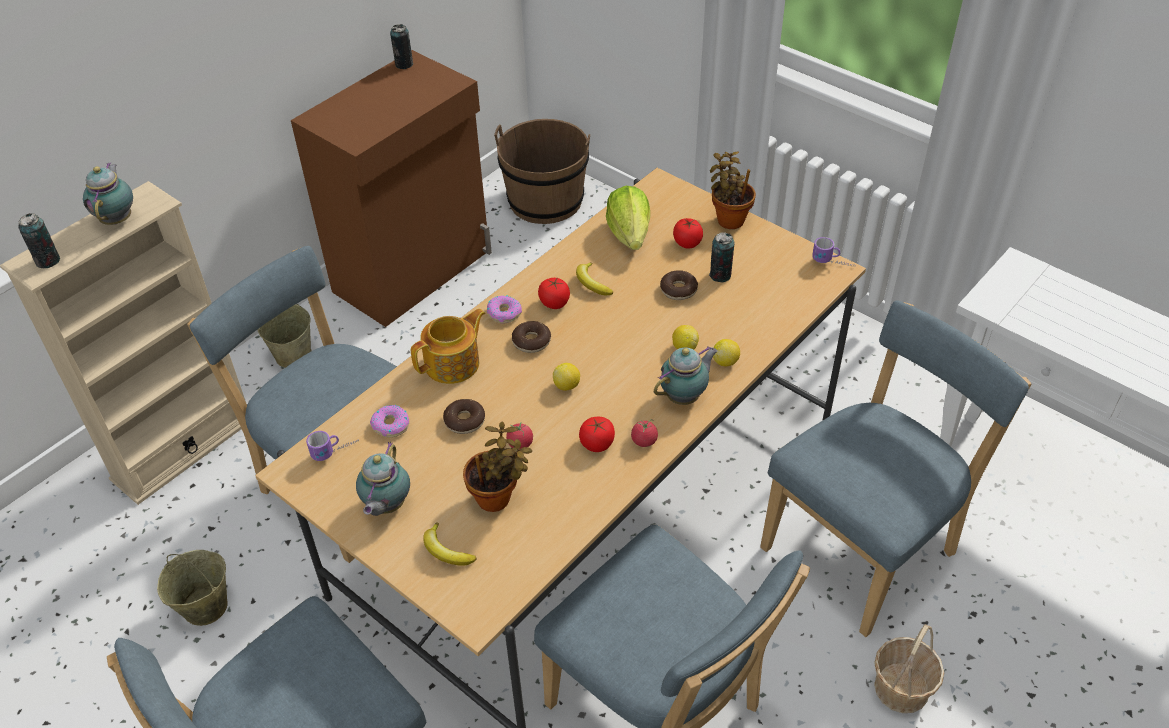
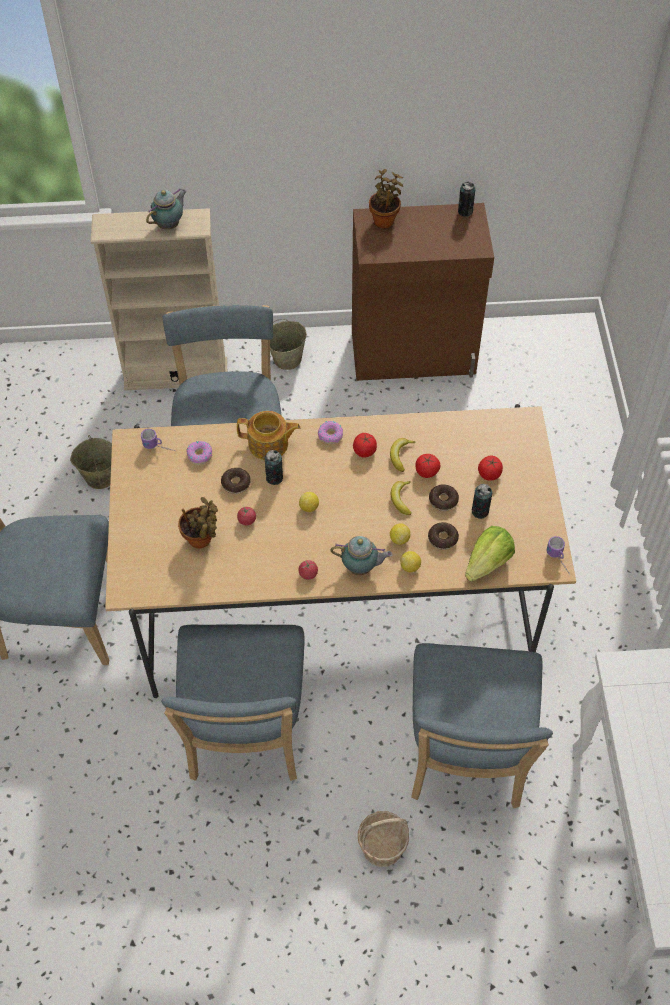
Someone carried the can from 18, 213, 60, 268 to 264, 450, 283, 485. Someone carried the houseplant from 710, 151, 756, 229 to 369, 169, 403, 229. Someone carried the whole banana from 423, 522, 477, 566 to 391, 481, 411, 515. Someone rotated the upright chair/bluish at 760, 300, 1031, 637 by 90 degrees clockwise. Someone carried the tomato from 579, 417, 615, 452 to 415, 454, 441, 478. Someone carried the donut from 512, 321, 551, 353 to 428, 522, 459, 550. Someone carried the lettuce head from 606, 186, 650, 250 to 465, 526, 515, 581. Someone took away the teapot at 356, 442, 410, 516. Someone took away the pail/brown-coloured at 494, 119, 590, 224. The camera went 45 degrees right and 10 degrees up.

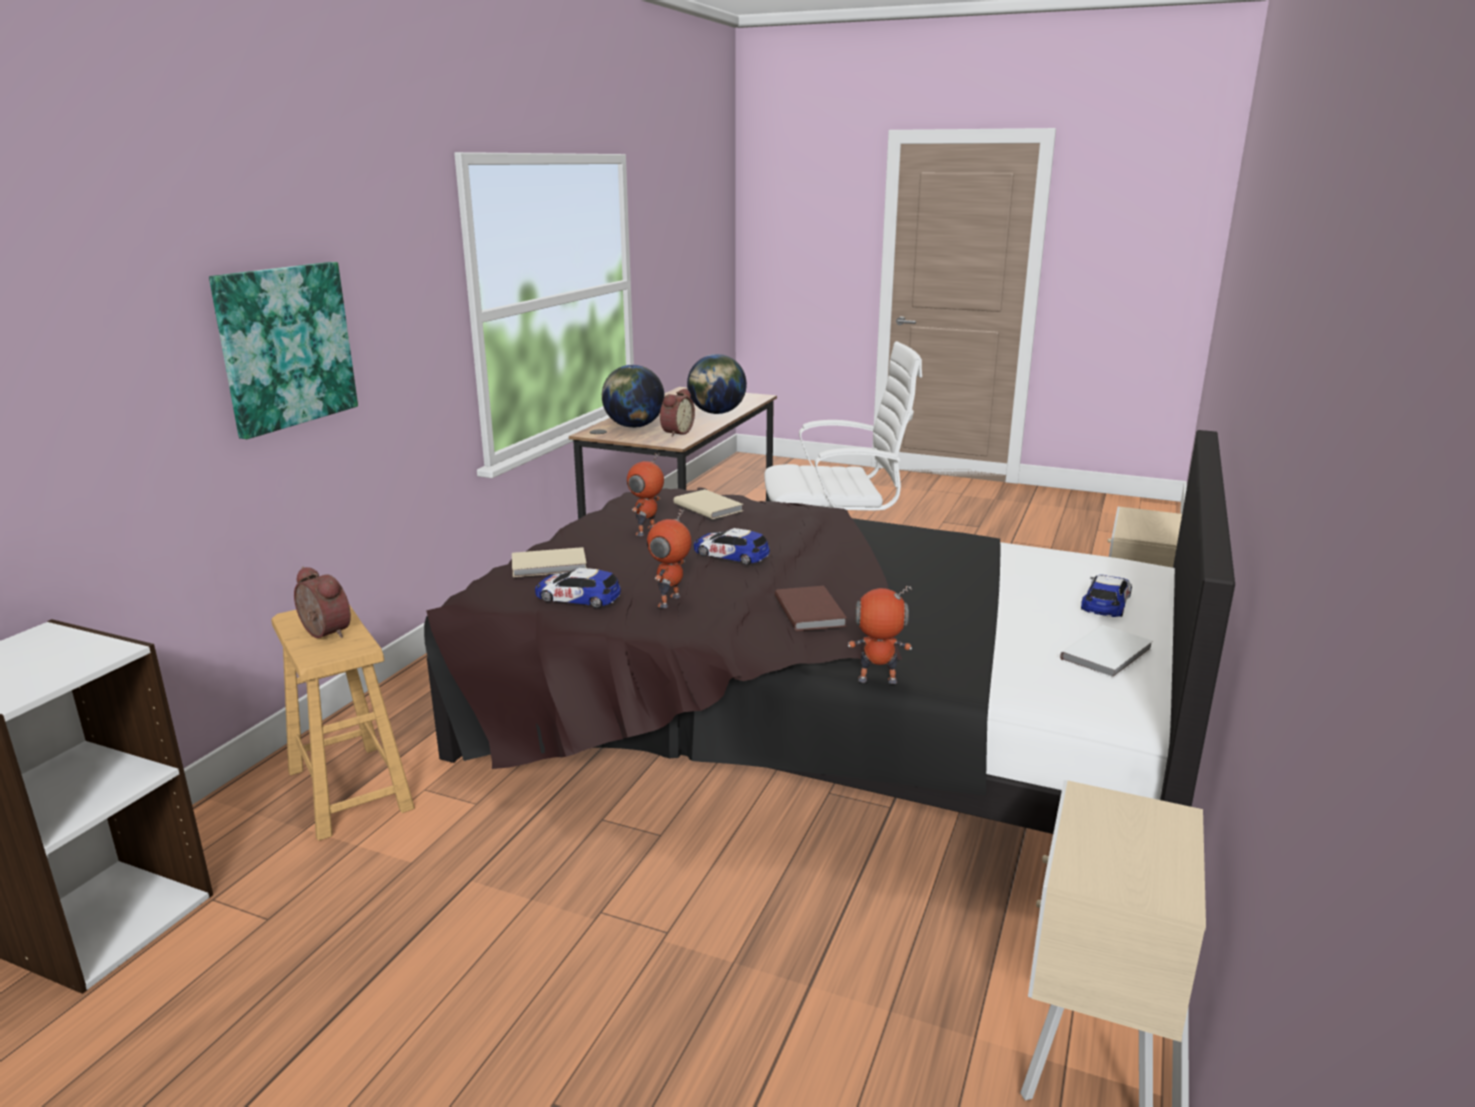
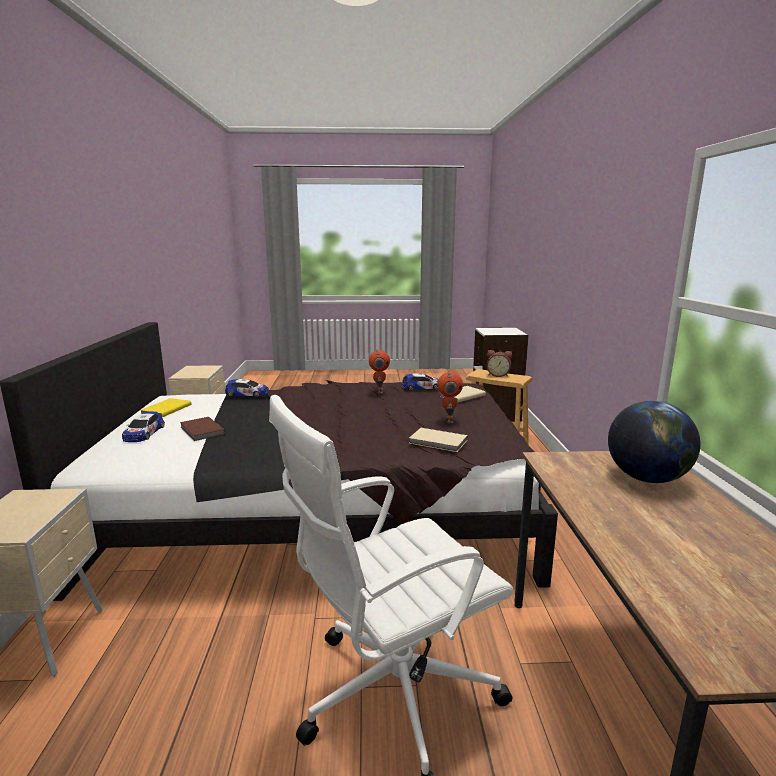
Someone repainted the book/whitish at 1060, 625, 1153, 679, which became the book/yellowish at 141, 398, 191, 417. Someone carried the book/brown-coloured from 775, 586, 847, 631 to 180, 417, 225, 441. Someone carried the model car from 694, 528, 770, 565 to 225, 379, 269, 397. Someone took away the wall art at 209, 262, 358, 439. Someone took away the table clock at 660, 388, 695, 437. Someone took away the world globe at 687, 354, 747, 414. Someone took away the model robot at 848, 586, 912, 684. The camera went 155 degrees right and 5 degrees down.

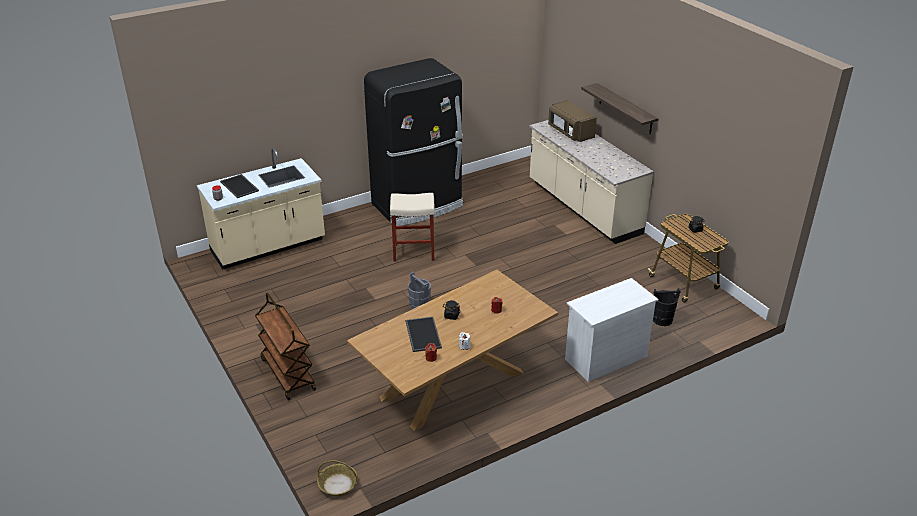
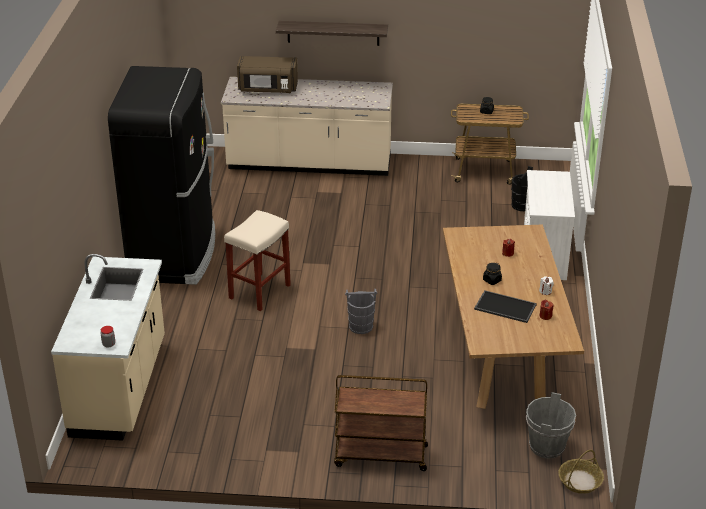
Someone put down the pail/gray at 526, 392, 576, 459. Someone took away the carrying tray at 220, 174, 259, 198. The camera went 55 degrees left and 0 degrees up.

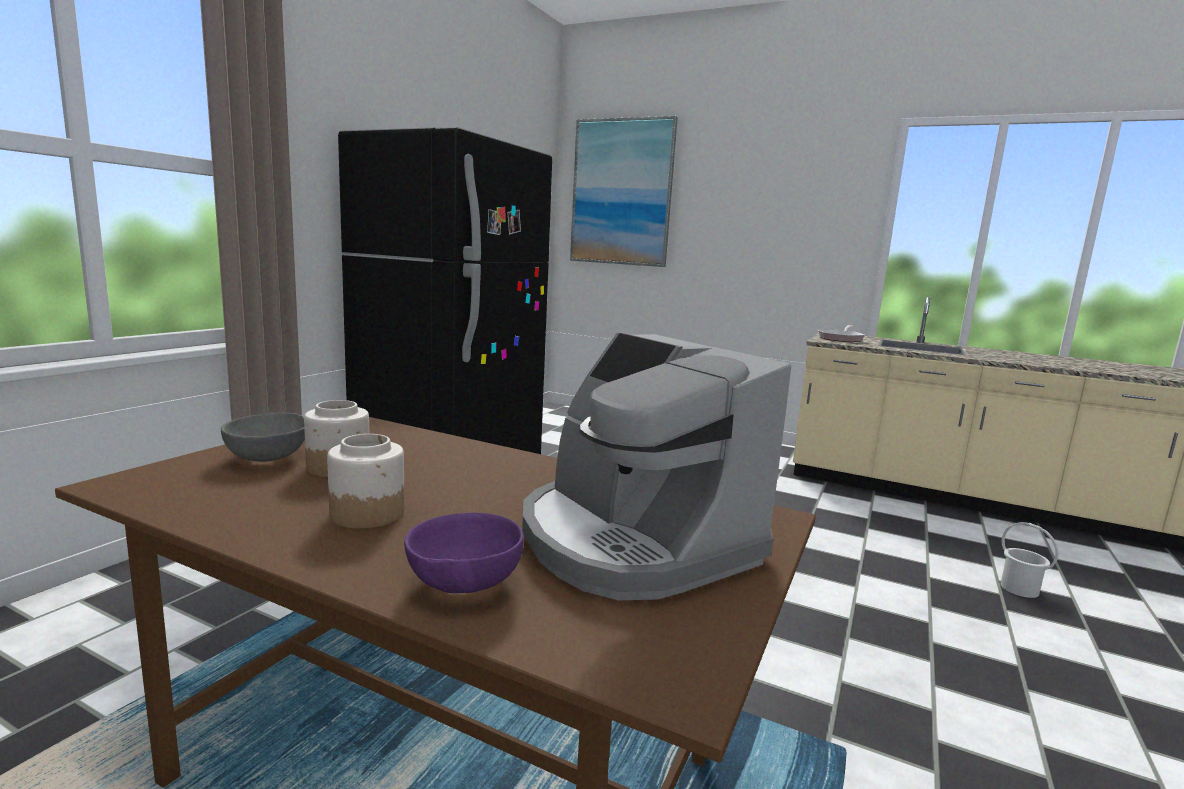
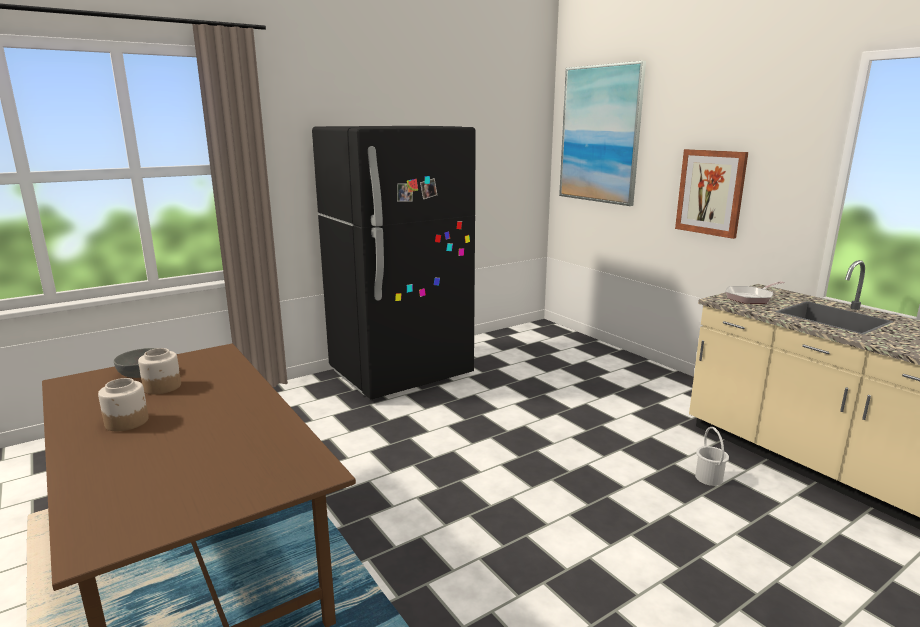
Someone put up the wall art at 675, 149, 748, 239. Someone carried the pail/whitish from 1000, 522, 1059, 598 to 695, 427, 729, 486. Someone took away the deep dish/purplish at 404, 513, 524, 593. Someone took away the coffee machine at 522, 332, 791, 600. The camera went 30 degrees right and 5 degrees up.

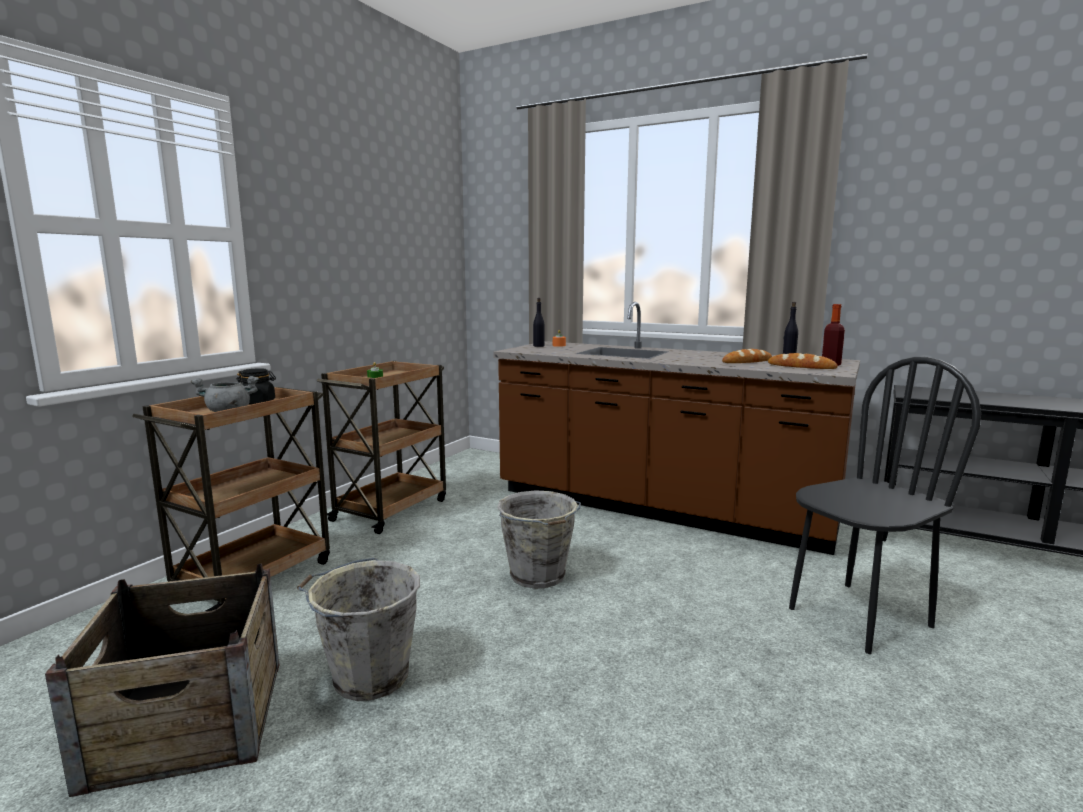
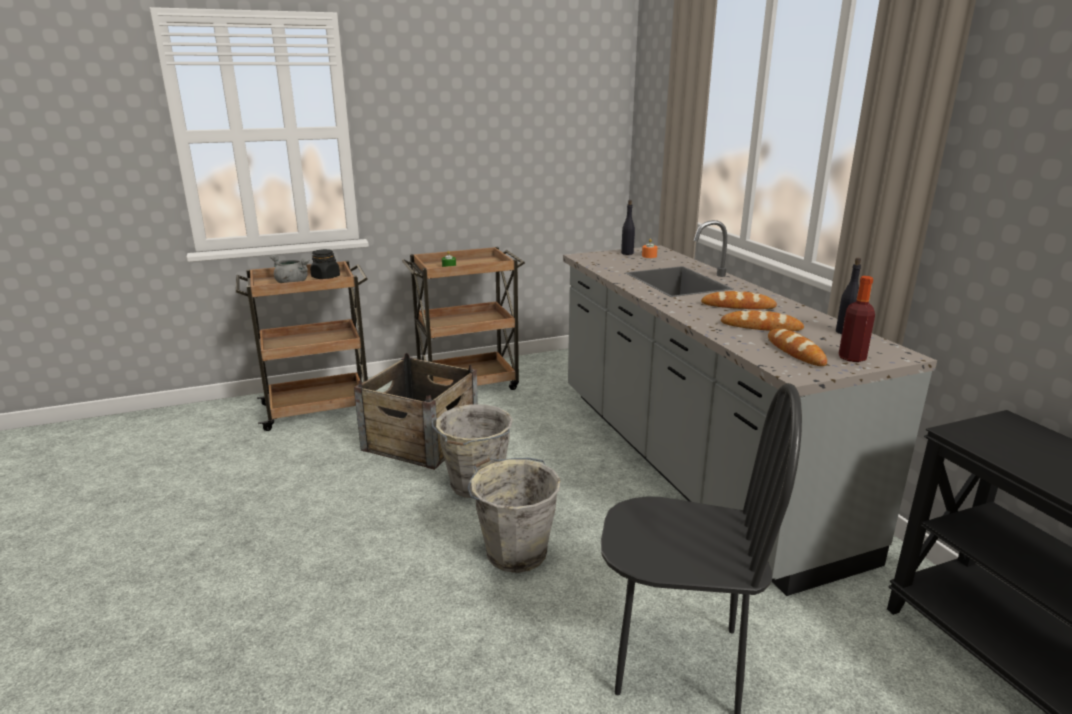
Someone carried the crate from 45, 564, 280, 797 to 354, 353, 478, 470. Someone carried the pail/gray from 297, 558, 420, 701 to 468, 458, 561, 573. Someone repainted the counter/brown-coloured at 493, 302, 860, 555, which became the counter/gray at 563, 220, 937, 596. Someone put down the baked bread at 701, 291, 777, 309. The camera went 40 degrees right and 10 degrees up.

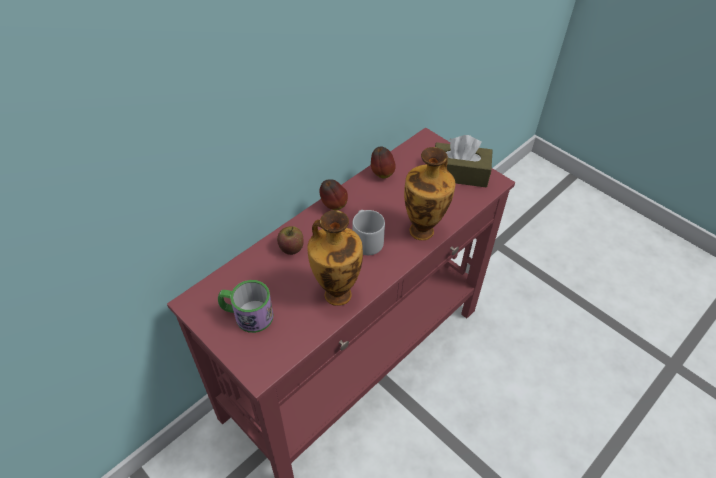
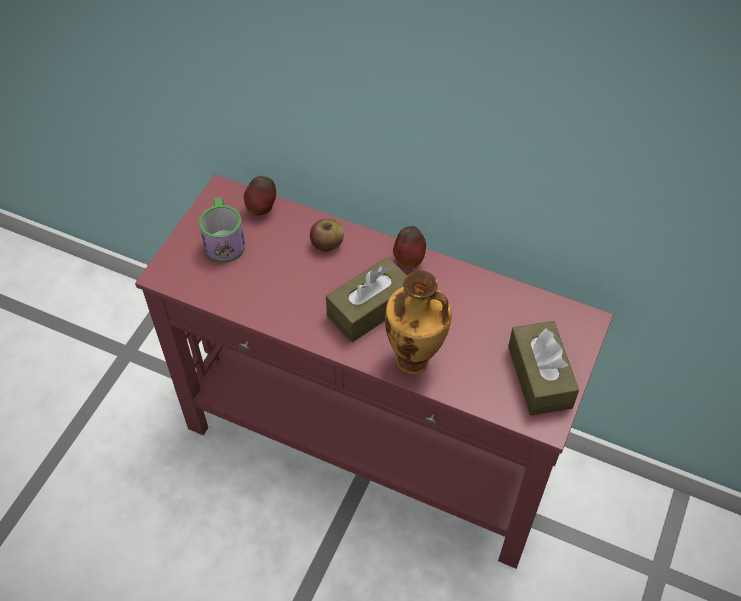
Someone carried the apple from 371, 147, 396, 178 to 244, 176, 276, 216. Someone swapped the tea mug/gray at 352, 210, 385, 255 for the box of tissues/brown-coloured at 326, 257, 407, 342. Someone took away the decorative vase at 308, 210, 363, 306. The camera went 70 degrees right and 5 degrees up.

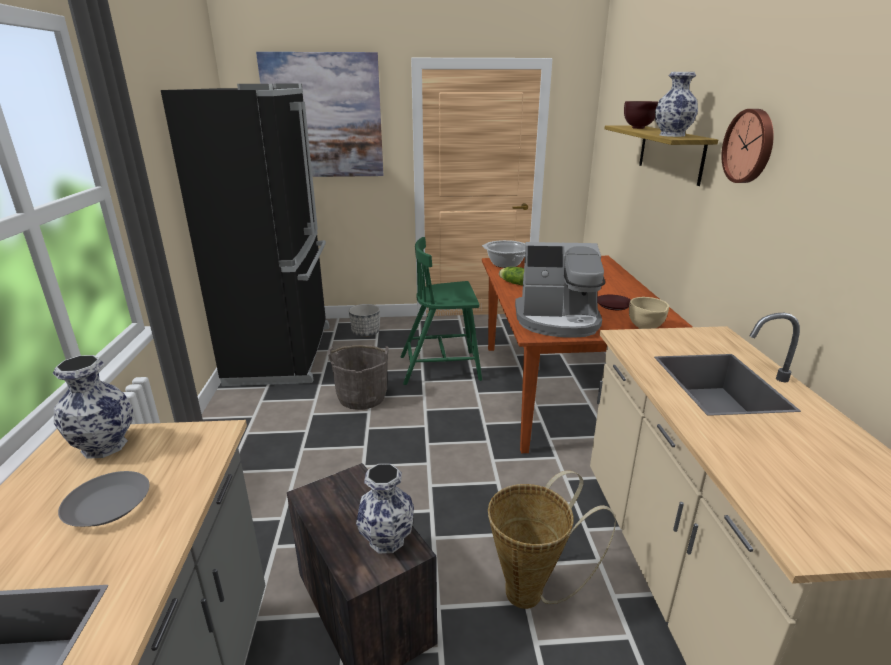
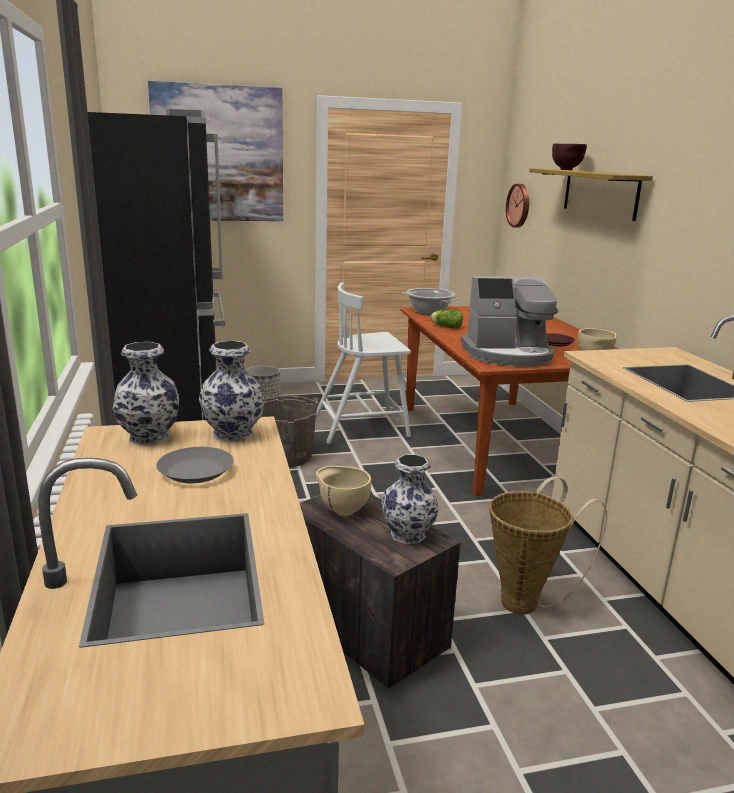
Someone carried the decorative vase from 655, 72, 698, 137 to 199, 341, 265, 442. Someone repainted the upright chair/green-coloured at 400, 237, 482, 385, which became the upright chair/whitish at 316, 282, 411, 444. Someone put down the deep dish/sand-coloured at 316, 466, 371, 516. Someone carried the clock on the wall from 721, 109, 774, 183 to 506, 184, 529, 227. The camera went 10 degrees left and 5 degrees down.

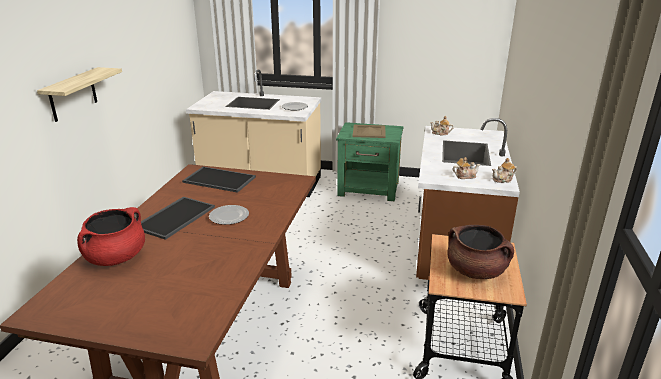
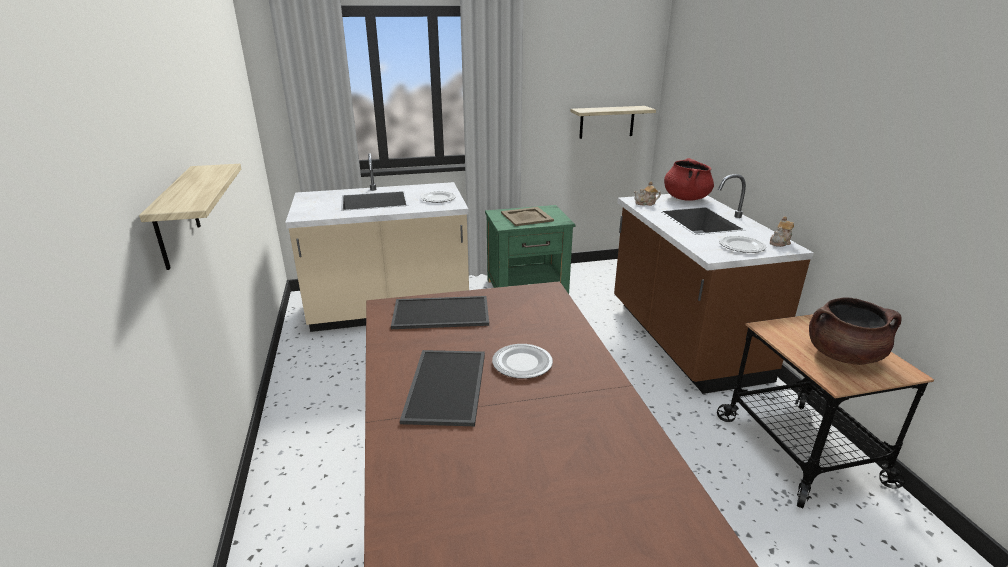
Someone put up the shelf at 570, 106, 656, 139. Someone carried the cooking pot/red from 77, 207, 145, 266 to 664, 158, 714, 201. Someone swapped the teapot at 453, 157, 480, 179 for the dinner plate at 719, 235, 767, 253. The camera went 25 degrees left and 0 degrees up.

